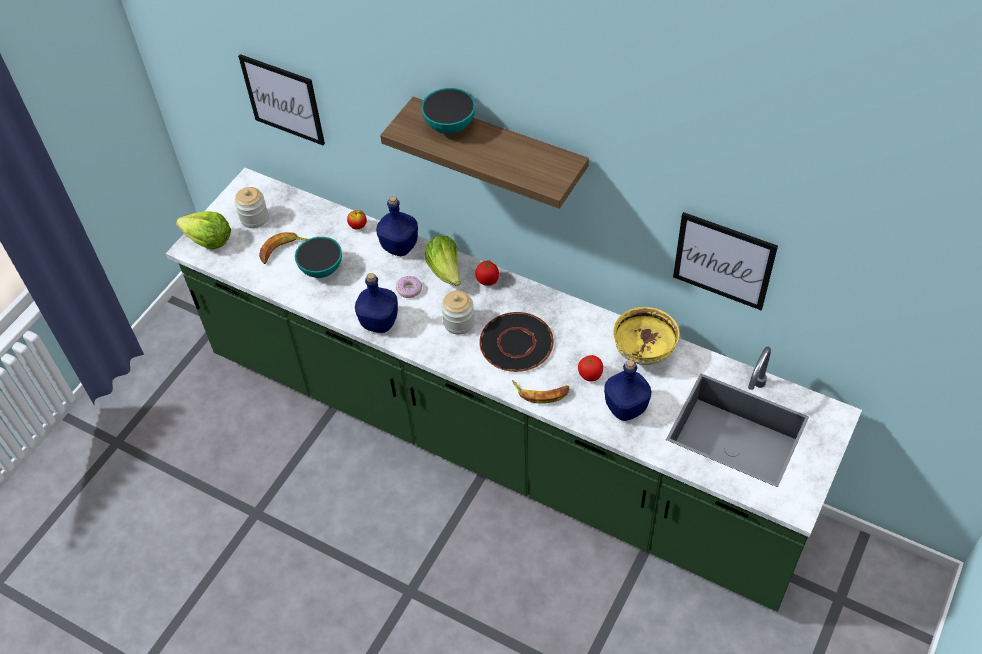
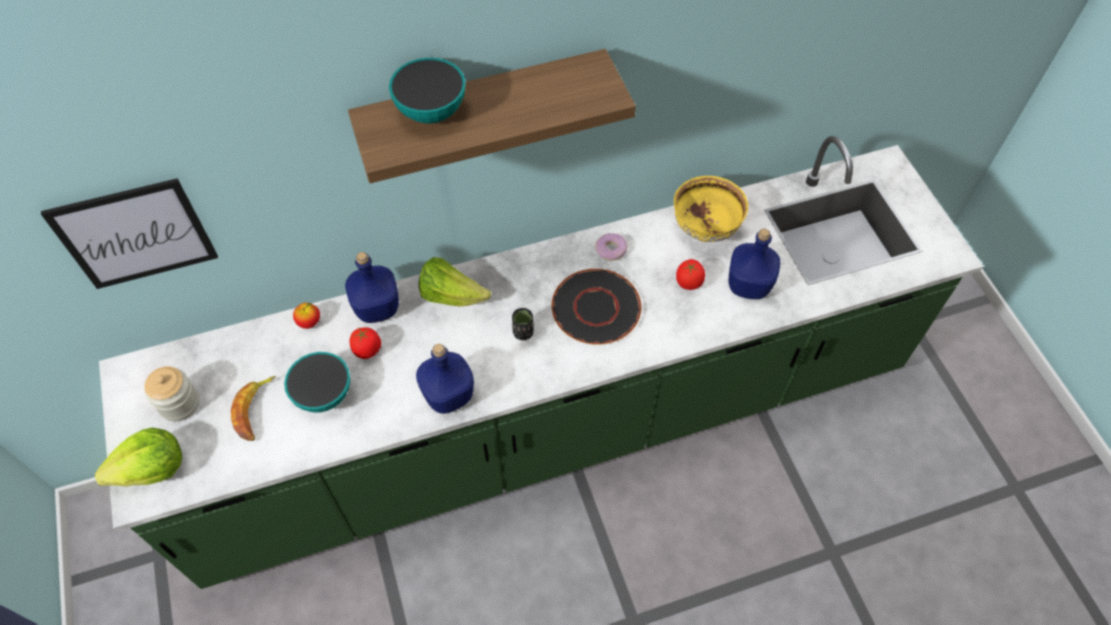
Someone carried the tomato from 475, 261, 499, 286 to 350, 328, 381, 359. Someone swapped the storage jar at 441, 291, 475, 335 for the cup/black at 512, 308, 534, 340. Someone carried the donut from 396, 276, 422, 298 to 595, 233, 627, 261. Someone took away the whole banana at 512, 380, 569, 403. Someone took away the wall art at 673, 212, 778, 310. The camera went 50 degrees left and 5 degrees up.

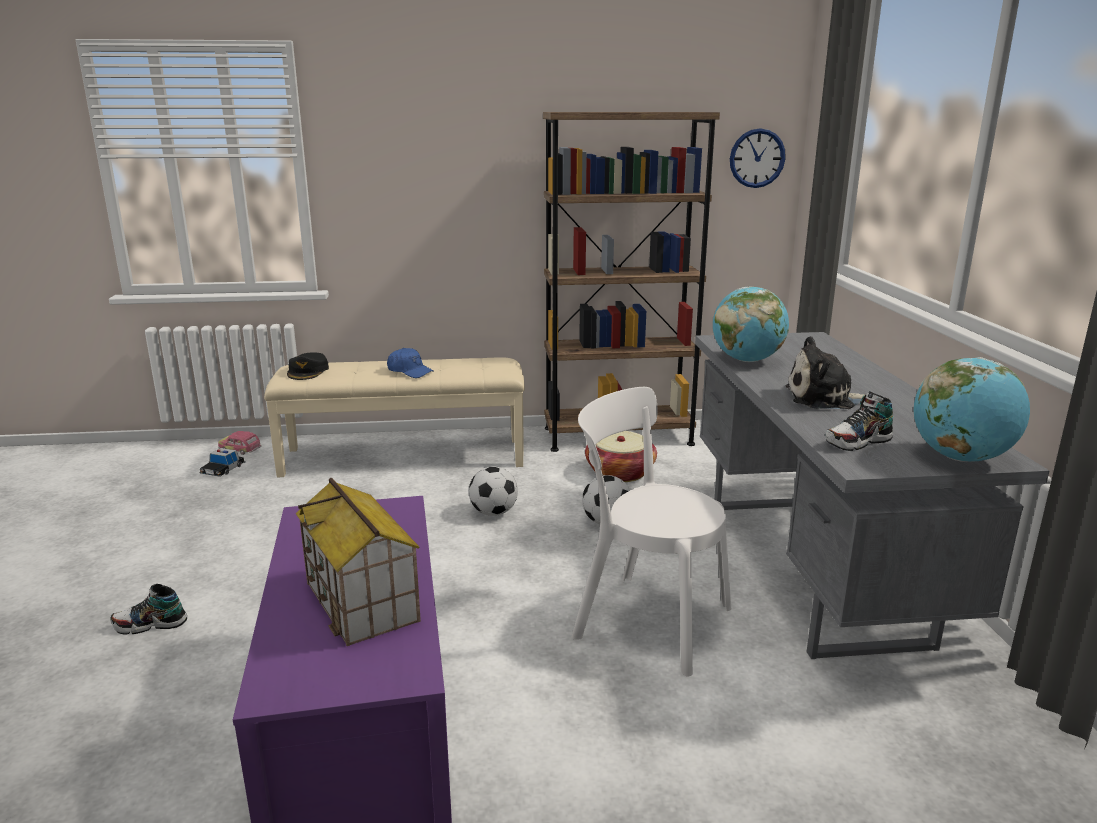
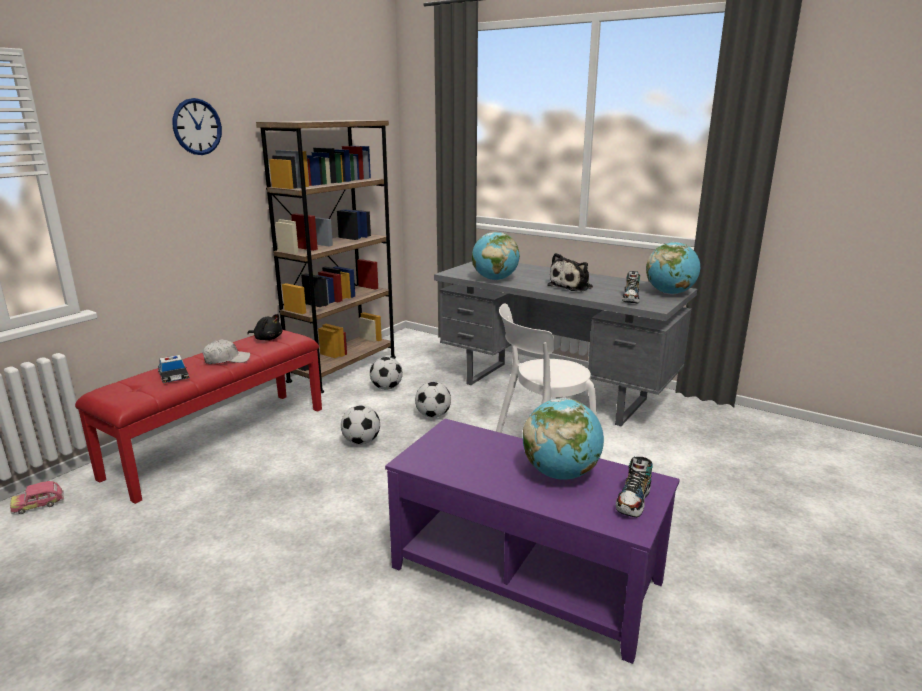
Someone repainted the long seat/sand-coloured at 264, 357, 525, 478, which became the long seat/red at 75, 330, 322, 504. Someone carried the model car from 200, 448, 246, 477 to 158, 355, 190, 383. Someone carried the clock on the wall from 730, 128, 786, 188 to 173, 98, 222, 155. Someone repainted the cap/bluish at 387, 348, 434, 378, which became the cap/whitish at 202, 339, 250, 364. Someone put down the cuddly toy/black at 247, 314, 282, 340. Someone swapped the basket at 585, 431, 657, 482 for the football ball at 370, 357, 403, 390. Someone swapped the model house at 295, 478, 421, 646 for the world globe at 523, 398, 604, 480. Someone carried the item of footwear from 110, 584, 187, 634 to 616, 457, 653, 517. Someone took away the cap/black at 287, 352, 329, 380. The camera went 50 degrees left and 0 degrees up.

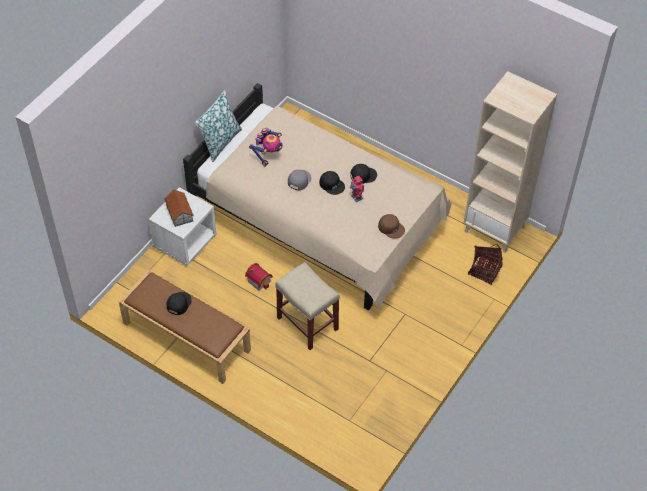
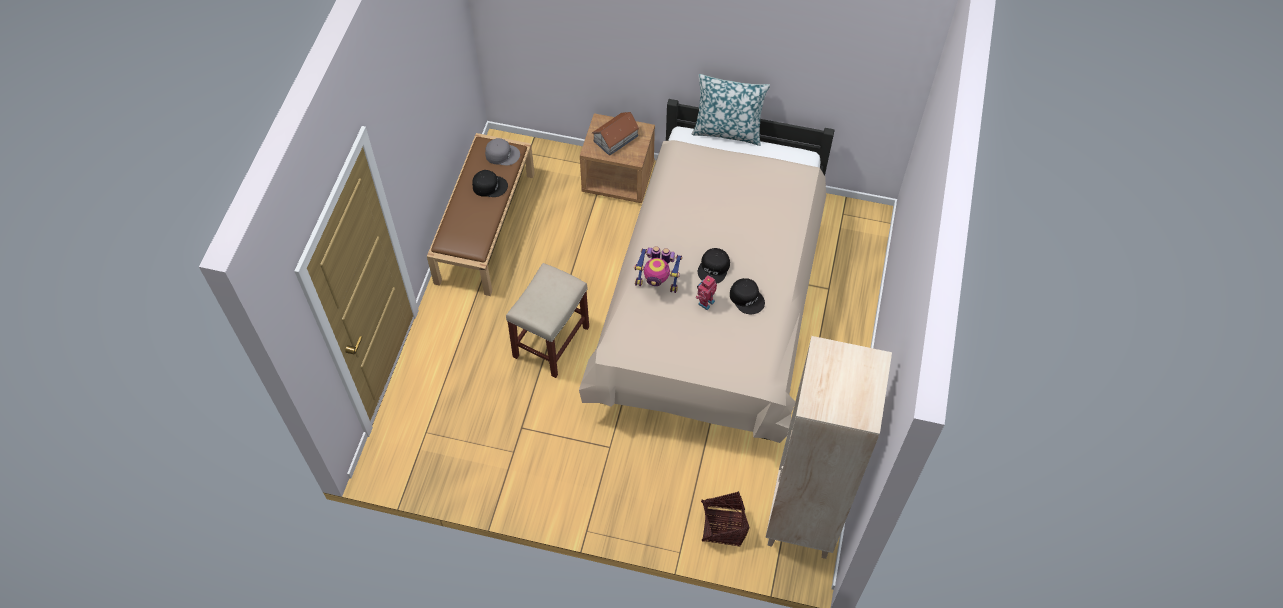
Someone carried the cap/gray from 288, 170, 311, 191 to 485, 138, 520, 165. Someone repainted the night table/whitish at 149, 187, 217, 266, which became the night table/brown-coloured at 580, 113, 655, 203. Someone carried the model robot from 249, 127, 283, 167 to 634, 246, 682, 293. Someone took away the model house at 245, 263, 273, 291. Someone took away the cap/brown-coloured at 378, 214, 405, 238. The camera went 70 degrees right and 5 degrees up.

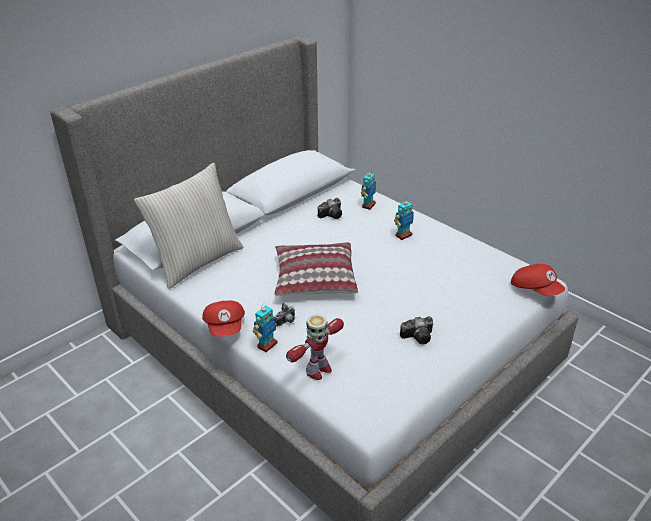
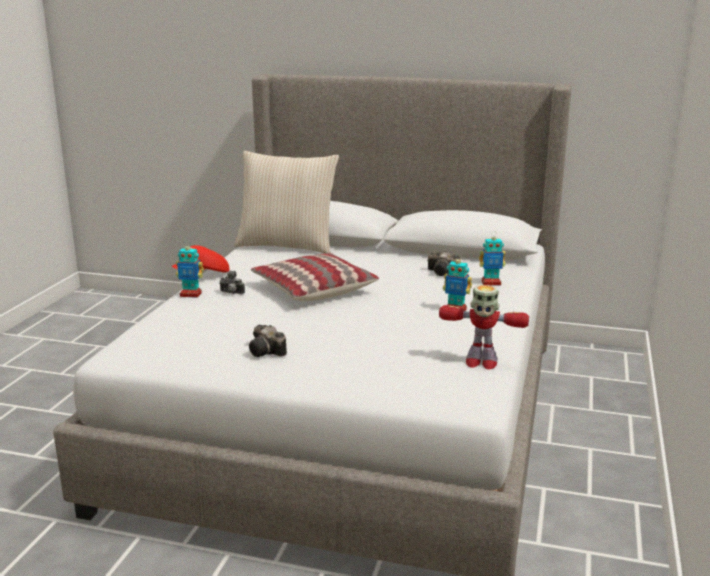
Someone carried the model robot from 286, 315, 344, 380 to 439, 285, 529, 370. Someone took away the cap/red at 511, 264, 565, 296. The camera went 60 degrees right and 15 degrees down.

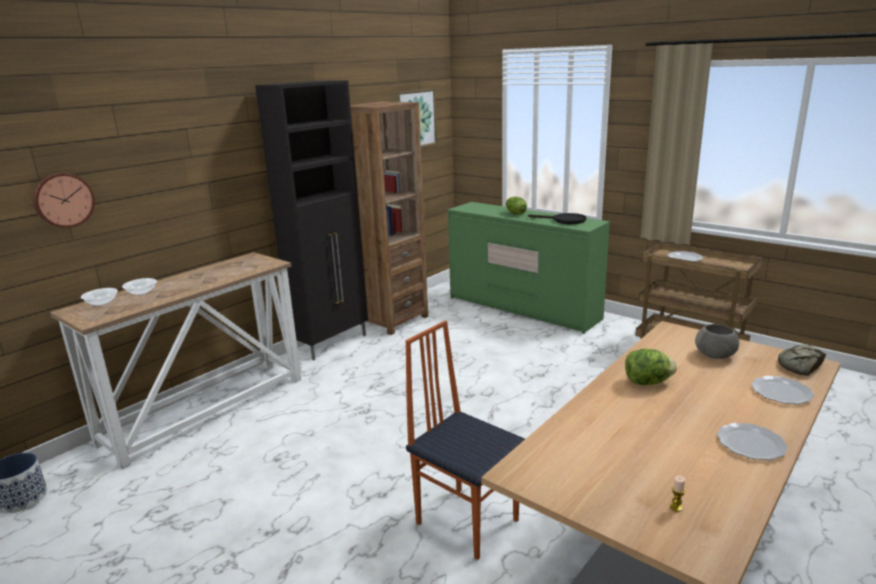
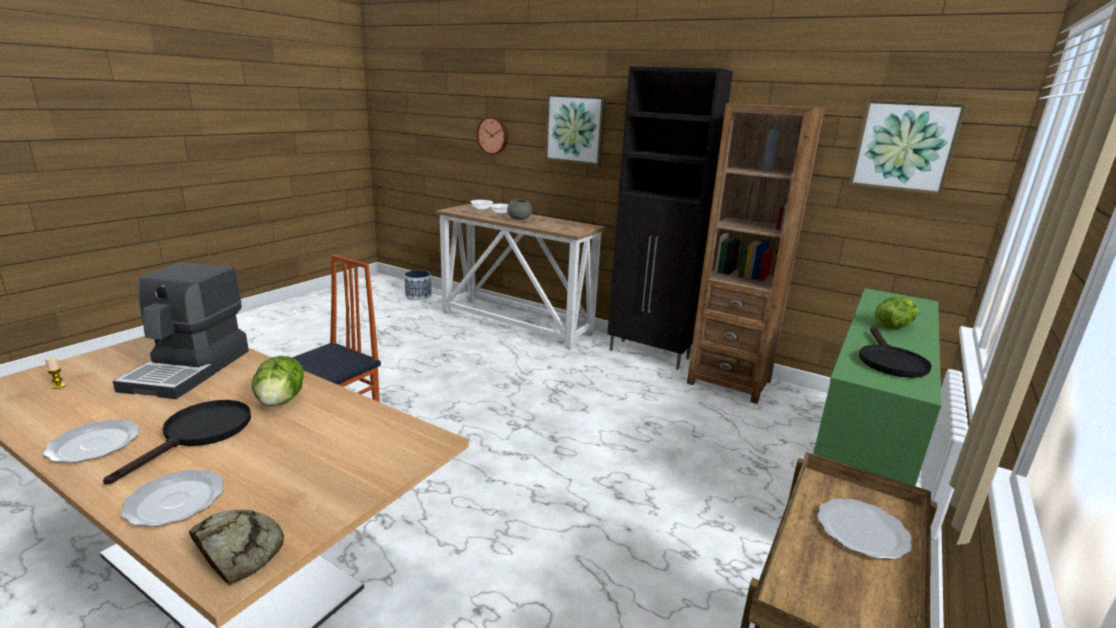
Someone put down the pan/black at 103, 400, 251, 485. Someone put down the coffee machine at 113, 262, 249, 399. Someone carried the deep dish/gray from 695, 324, 739, 359 to 507, 199, 532, 220. Someone put up the wall art at 545, 94, 606, 166. The camera went 80 degrees right and 0 degrees up.

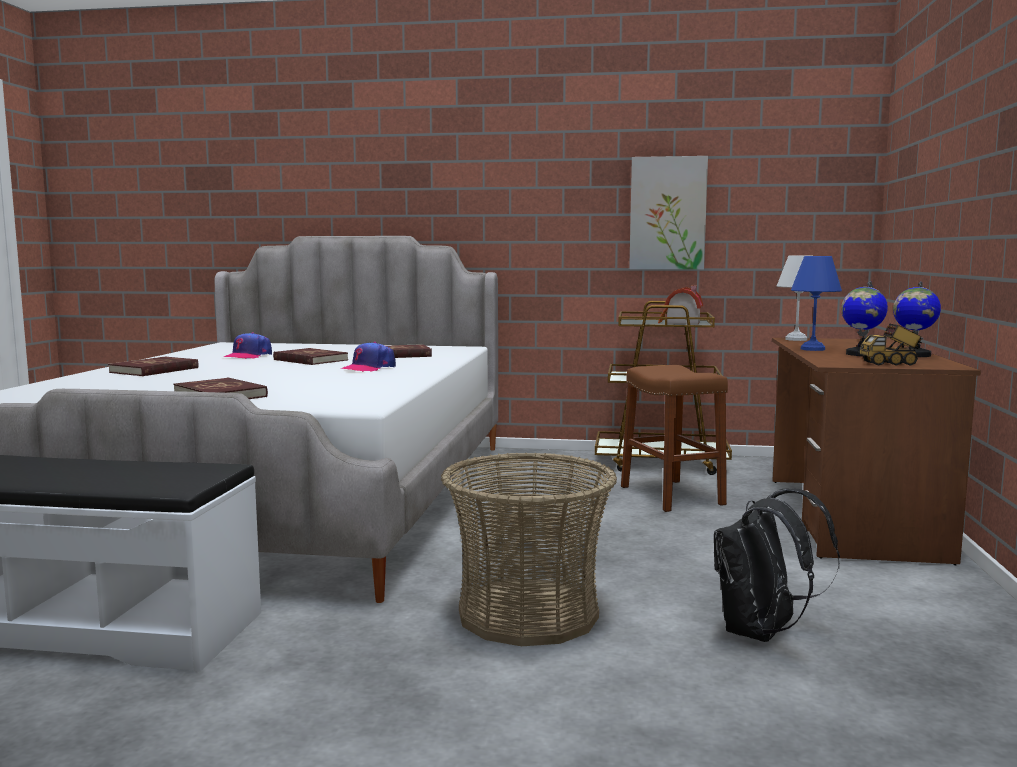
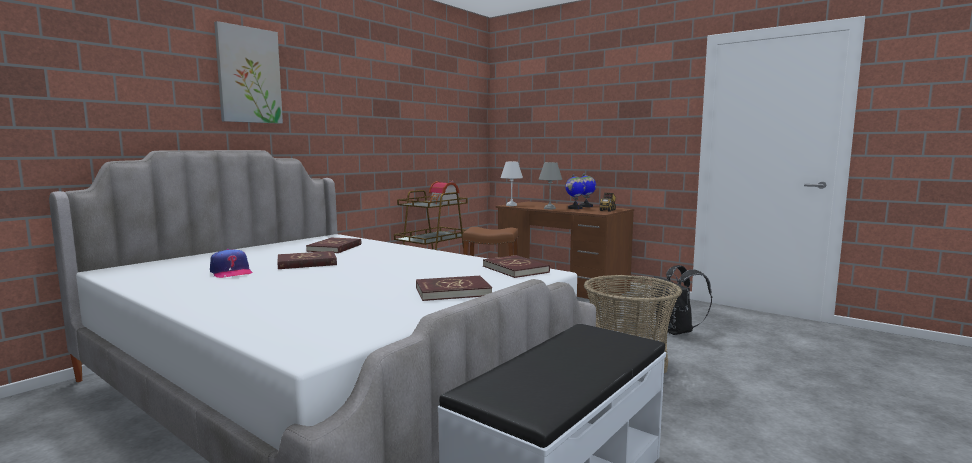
Someone carried the wall art from 629, 156, 708, 270 to 214, 21, 283, 124. Someone carried the book/red from 108, 357, 198, 376 to 483, 255, 550, 278. Someone repainted the lamp for a table/bluish at 791, 256, 842, 351, which became the lamp for a table/gray at 539, 162, 562, 209. Someone took away the cap at 340, 342, 396, 372. The camera went 60 degrees left and 0 degrees up.

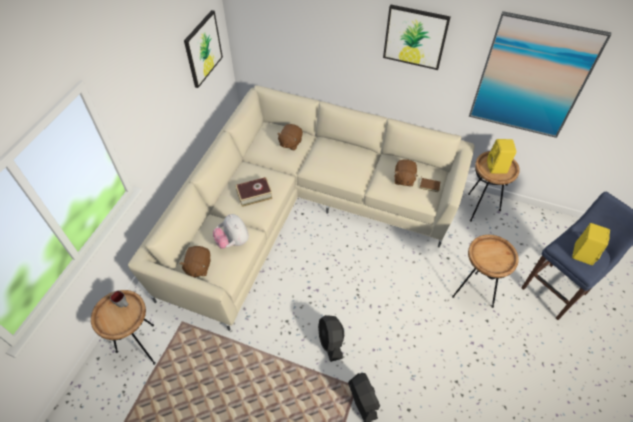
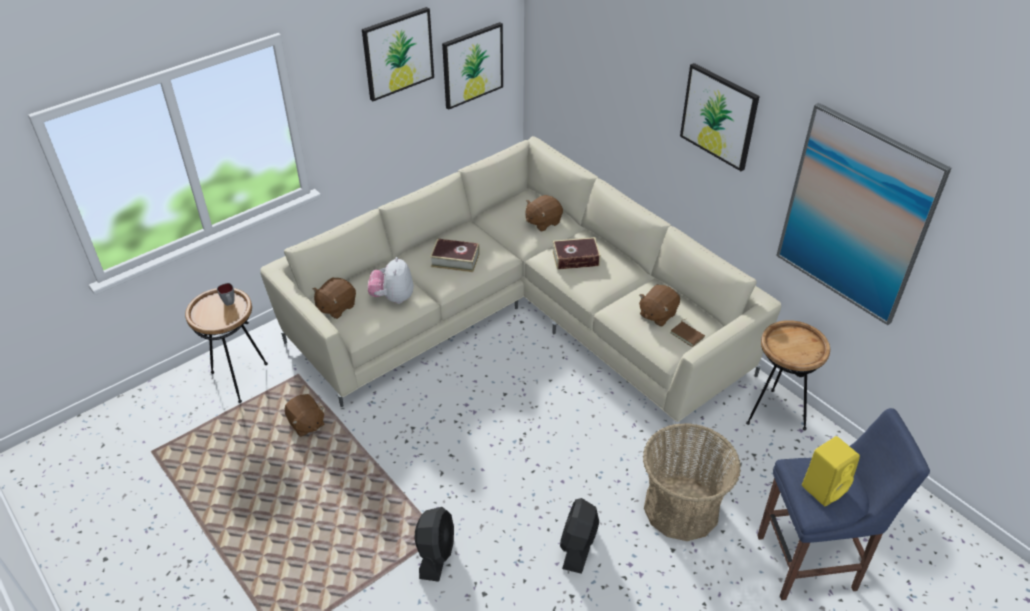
Someone put down the cuddly toy/brown-coloured at 285, 394, 324, 437. Someone put up the wall art at 362, 7, 434, 101. Someone put down the book at 553, 237, 601, 270. Someone carried the electric fan/black from 318, 315, 344, 362 to 560, 498, 599, 574. Someone swapped the side table/brown-coloured at 452, 235, 519, 308 for the basket at 643, 423, 741, 541. Someone took away the speaker/yellowish at 487, 139, 516, 174. The camera went 30 degrees right and 10 degrees down.

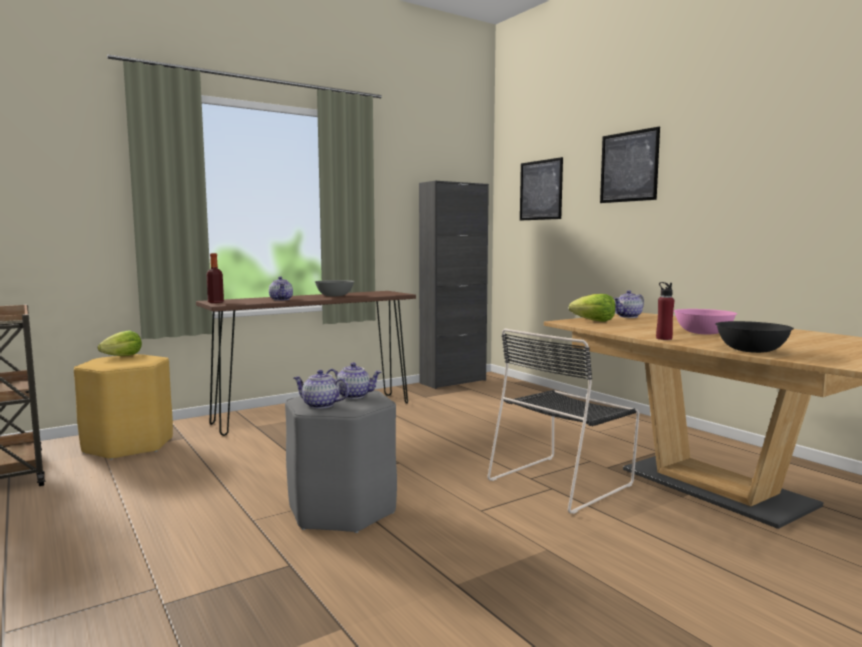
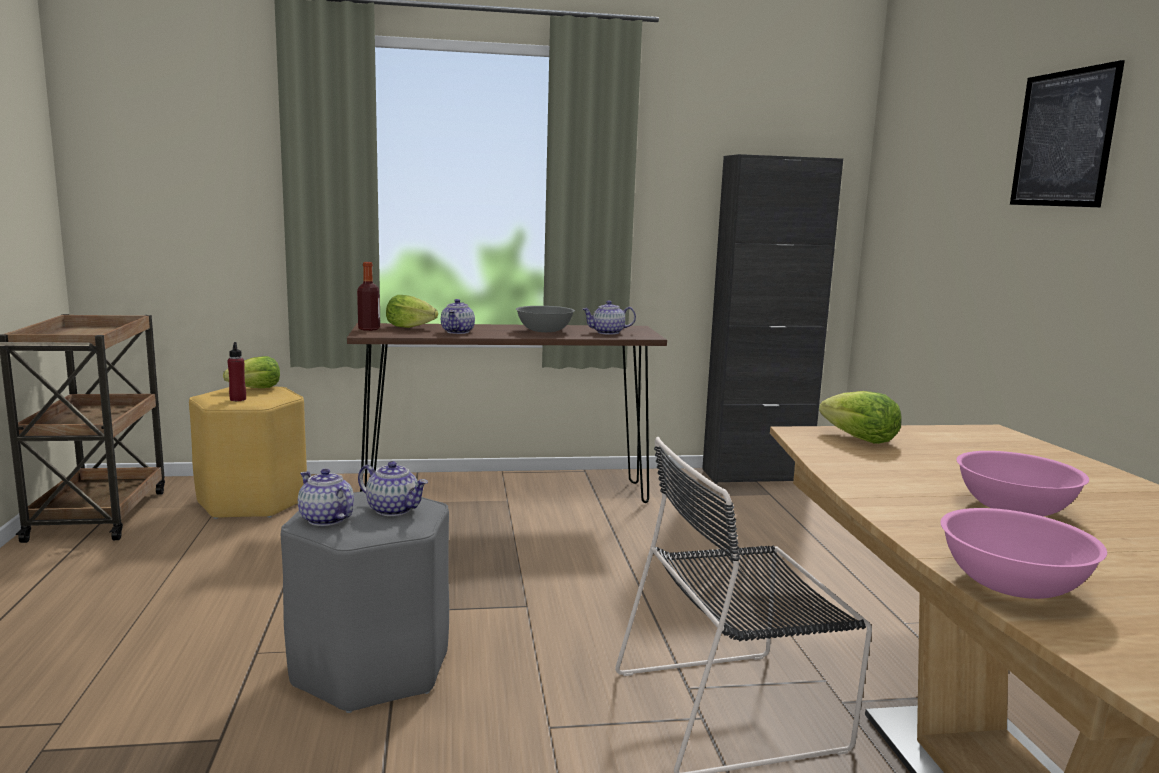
Someone carried the bottle/red from 656, 282, 674, 340 to 228, 342, 246, 401. Someone put down the lettuce head at 386, 295, 438, 328. Someone carried the teapot from 613, 290, 644, 318 to 582, 301, 636, 335. Someone repainted the deep dish/black at 715, 321, 794, 353, which became the deep dish/pink-coloured at 940, 508, 1107, 599. Someone took away the wall art at 520, 157, 563, 221. The camera went 25 degrees right and 5 degrees up.

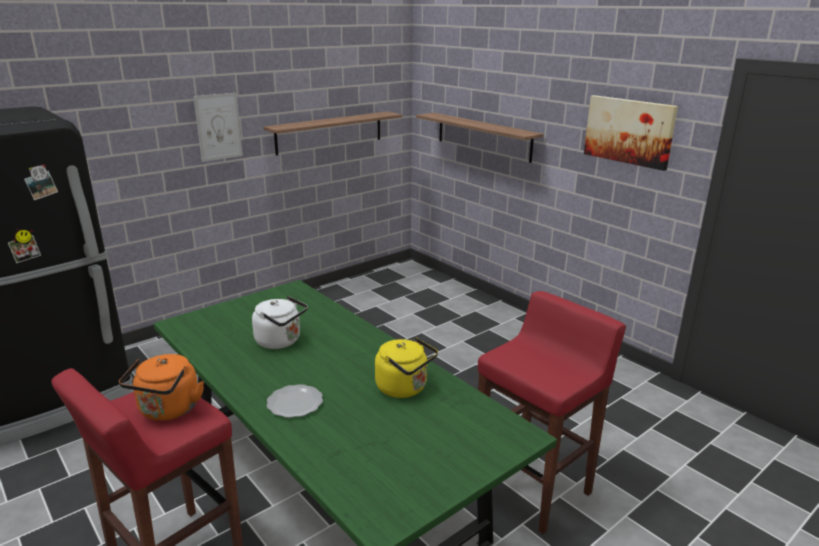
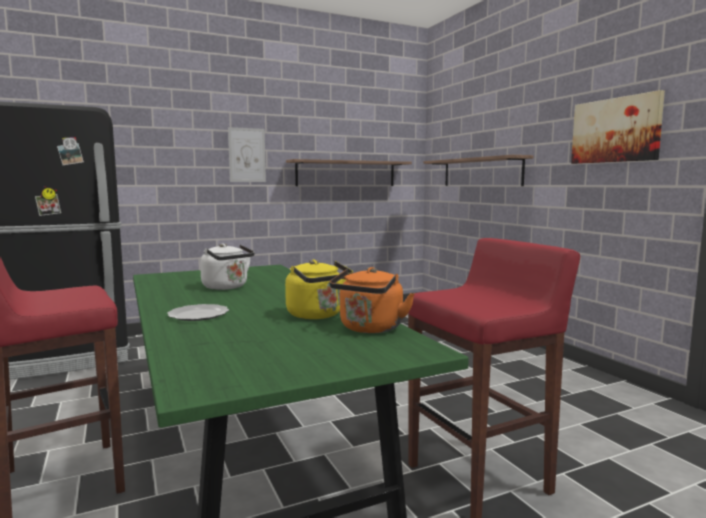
Someone carried the tea kettle/orange-coloured from 119, 354, 204, 421 to 329, 267, 415, 333. The camera went 15 degrees right and 15 degrees down.

